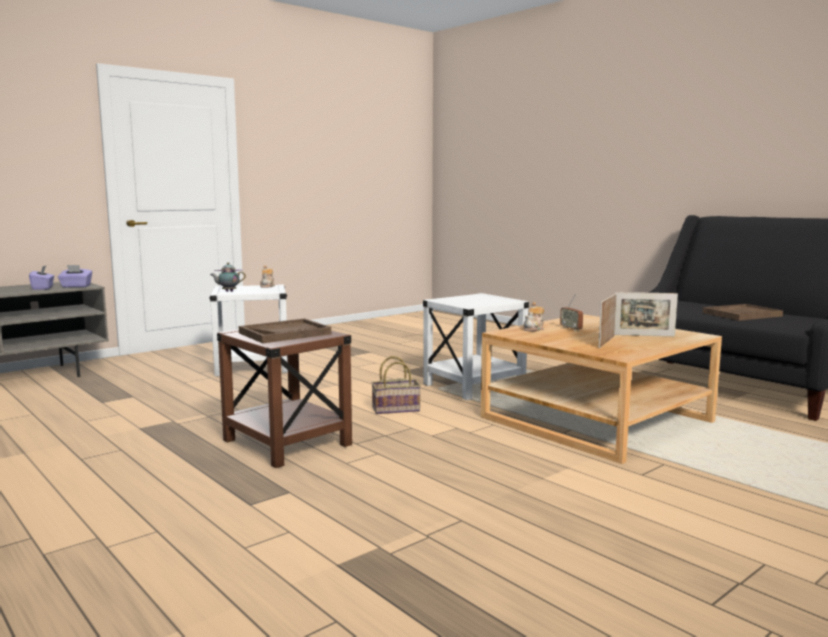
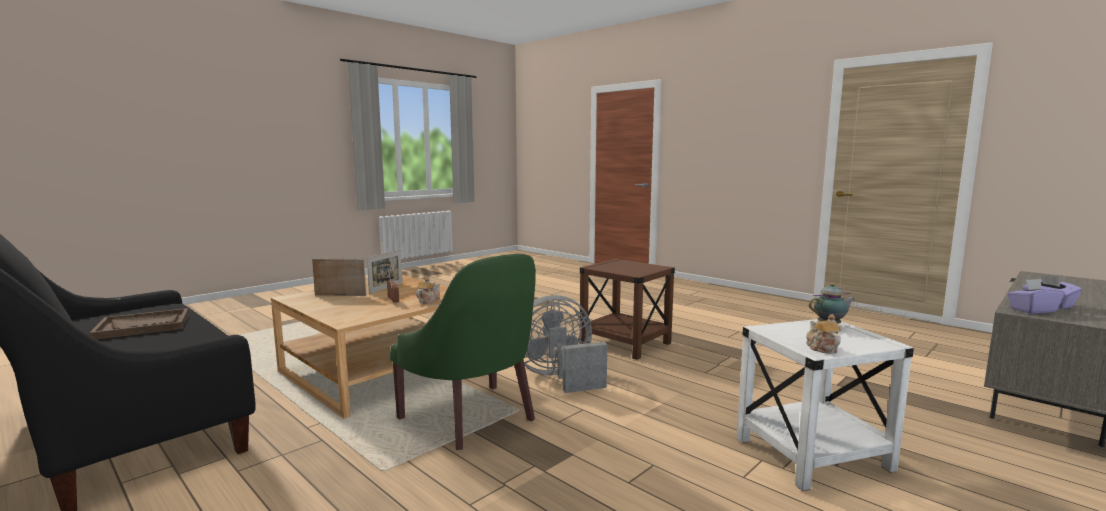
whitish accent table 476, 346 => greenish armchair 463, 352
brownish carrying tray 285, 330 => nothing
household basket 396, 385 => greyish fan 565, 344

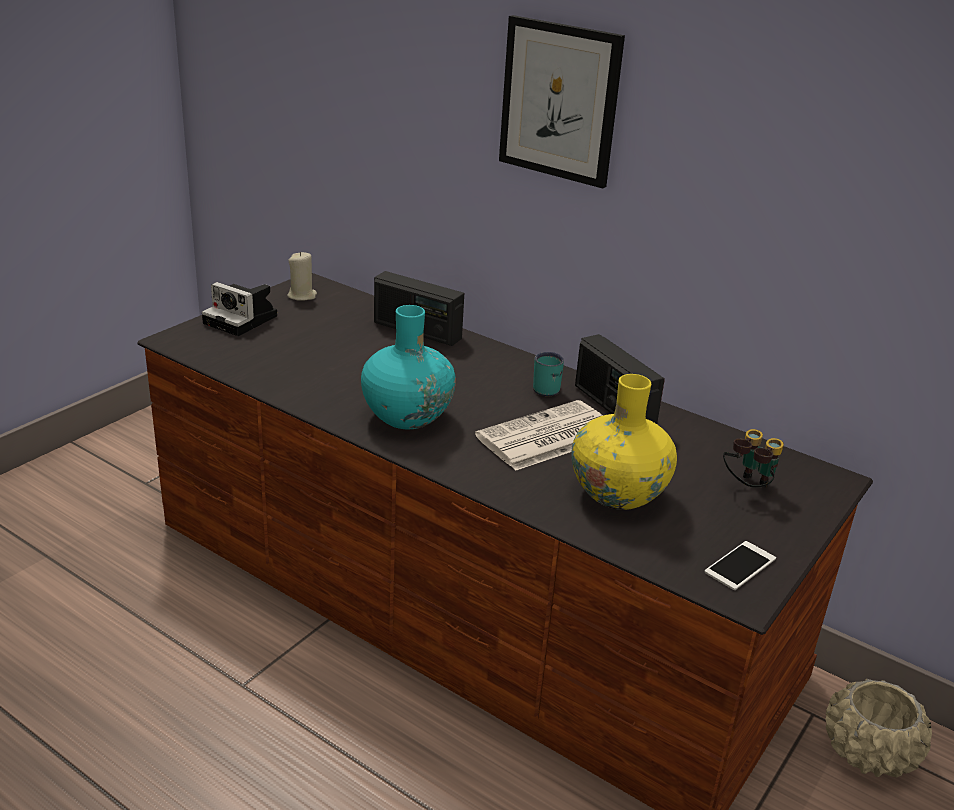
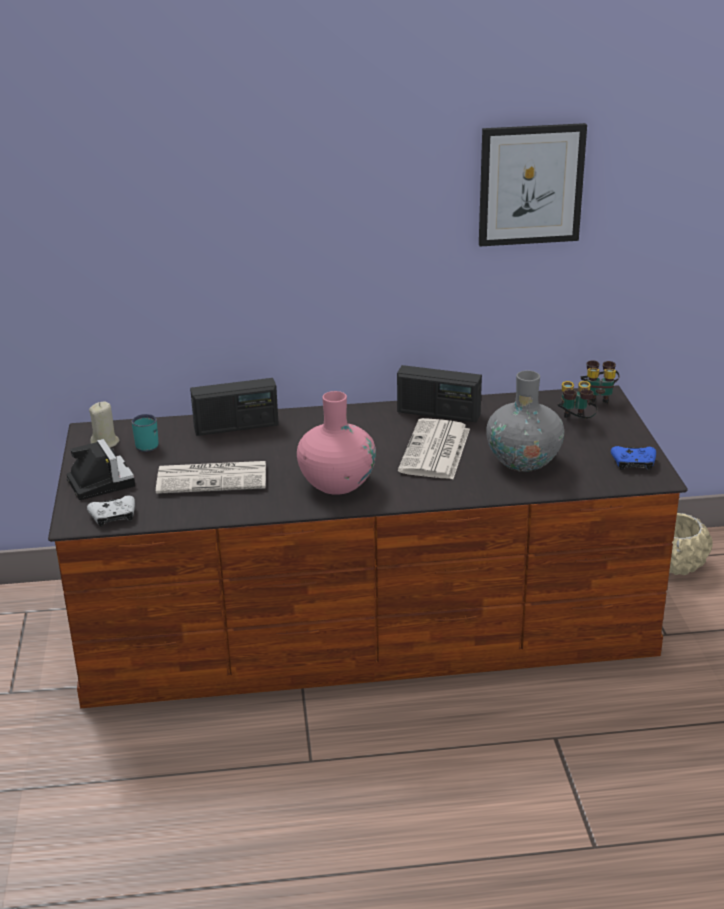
picture 562, 102 => picture 533, 184, moved
still camera 239, 309 => still camera 101, 469, 105 degrees counterclockwise
turquoise-coloured vase 408, 367 => pink-coloured vase 336, 443
turquoise-coloured mug 548, 374 => turquoise-coloured mug 145, 433, moved
yellowish vase 624, 442 => greyish vase 525, 421
telephone 740, 565 => blue-coloured joypad 633, 458
nothing => binoculars 600, 382
nothing => daily paper 211, 477
nothing => whitish joypad 111, 511

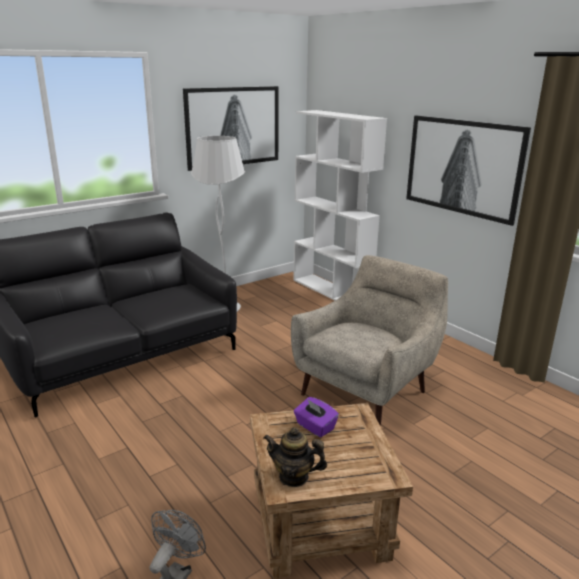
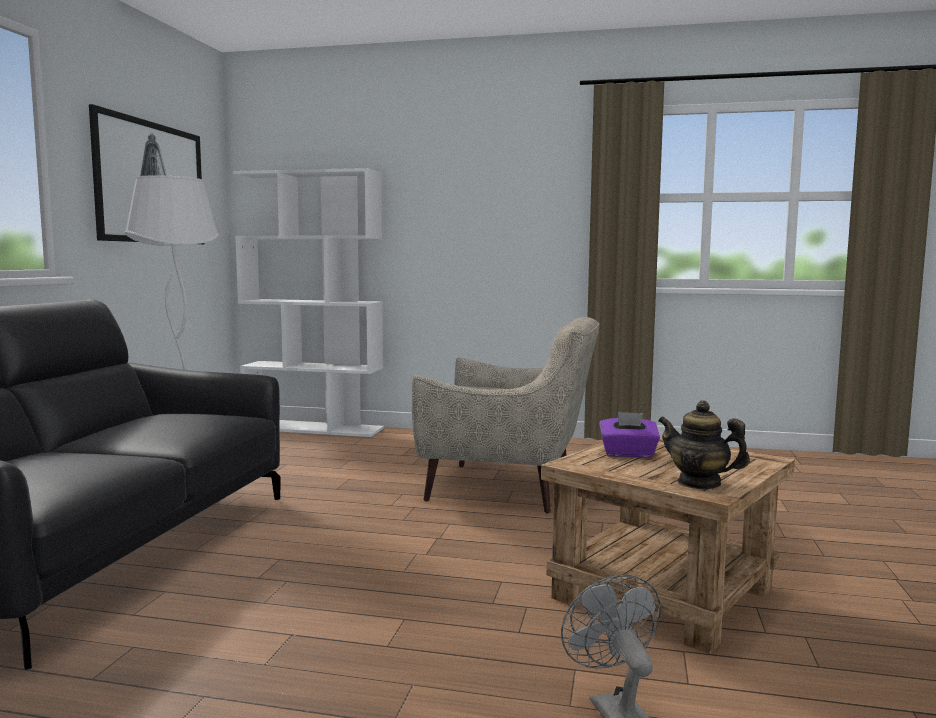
picture 468, 171 => nothing
sand-coloured armchair 369, 340 => sand-coloured armchair 506, 415, 105 degrees clockwise
pot for tea 295, 457 => pot for tea 704, 444, 60 degrees clockwise

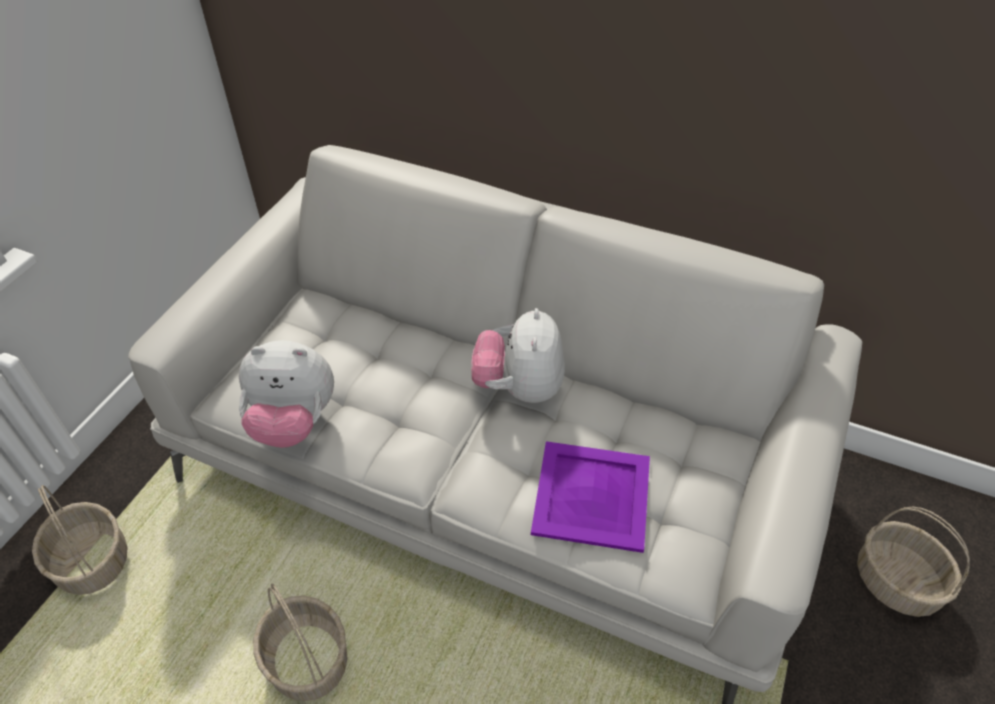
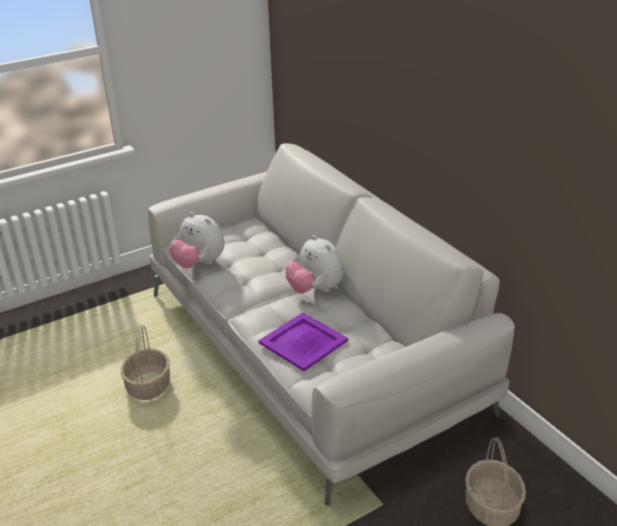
cuddly toy 518, 355 => cuddly toy 314, 264, 75 degrees counterclockwise
household basket 79, 540 => nothing

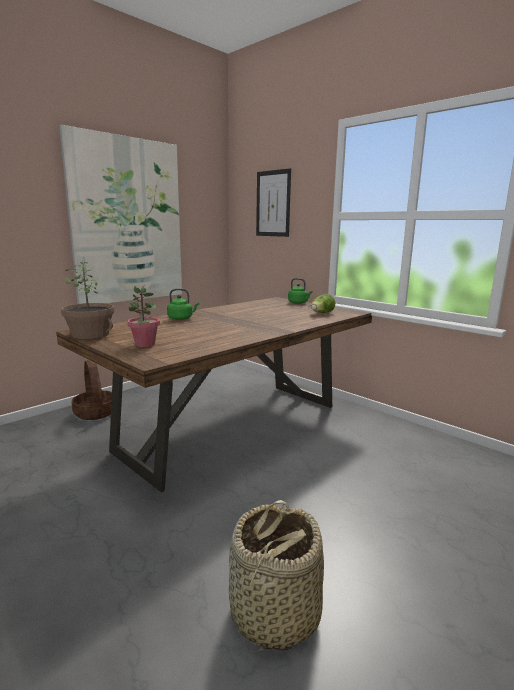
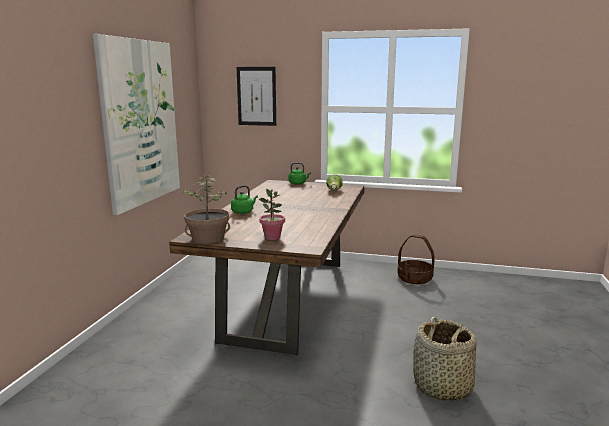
household basket 91, 390 => household basket 416, 259, moved

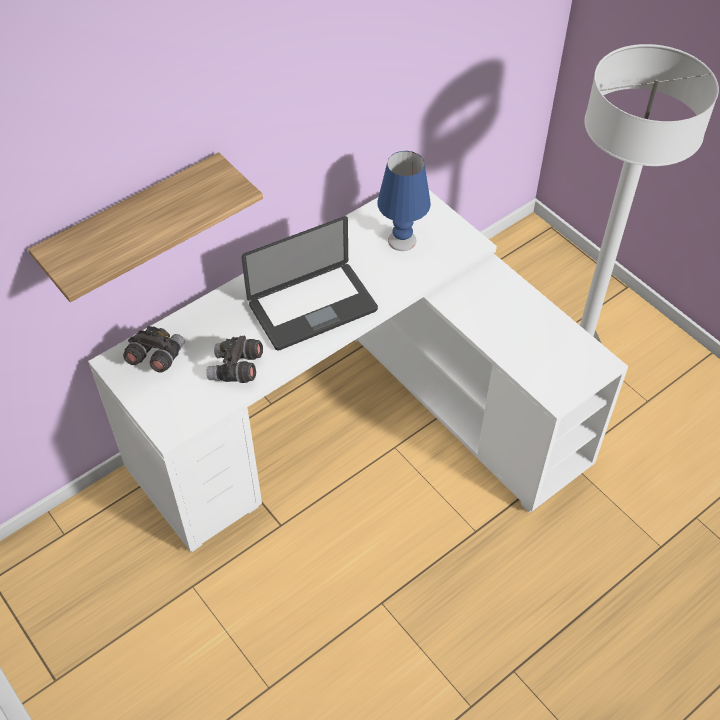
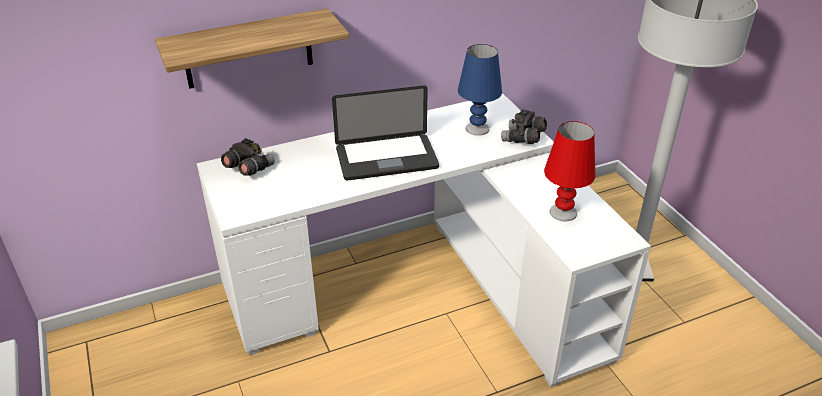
greyish binoculars 234, 359 => greyish binoculars 524, 126, moved
nothing => reddish lamp for a table 569, 171

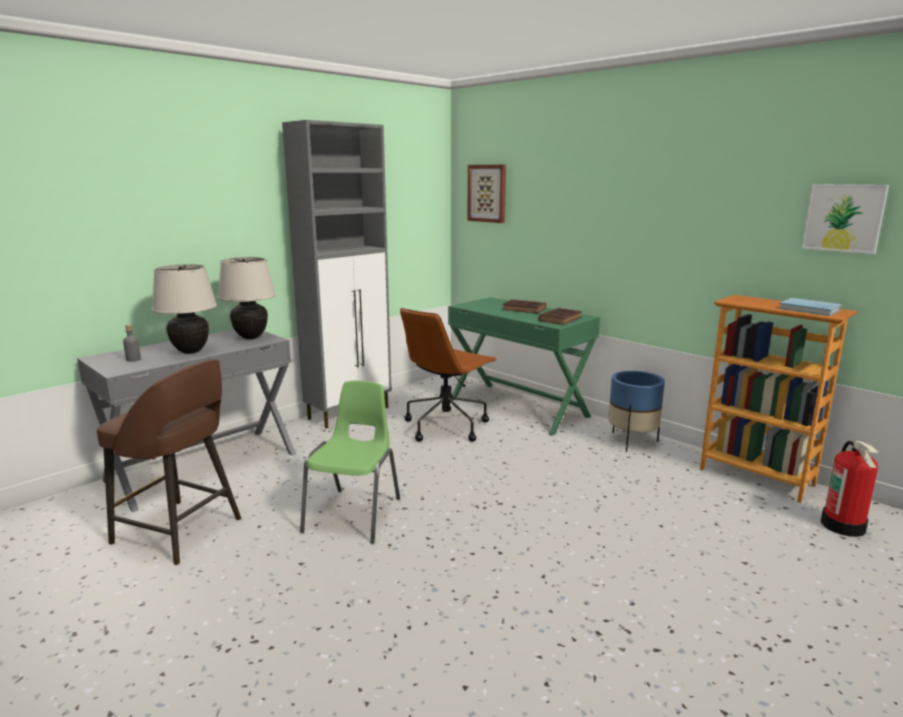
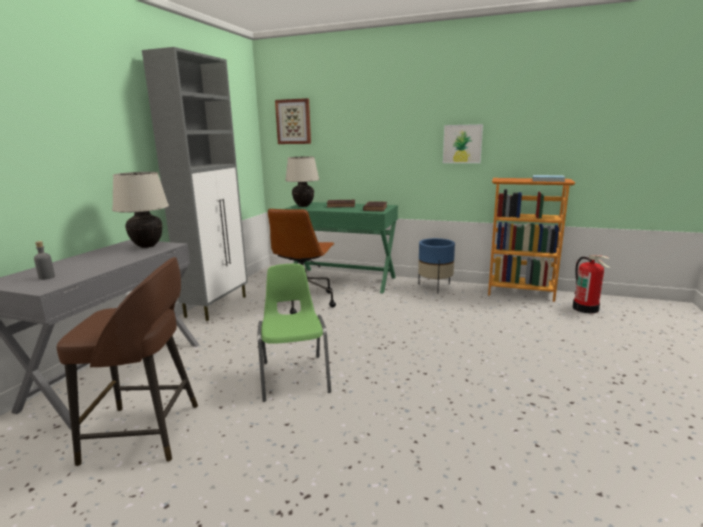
picture 845, 219 => picture 463, 143, moved
sand-coloured lamp for a table 184, 309 => sand-coloured lamp for a table 302, 181, moved

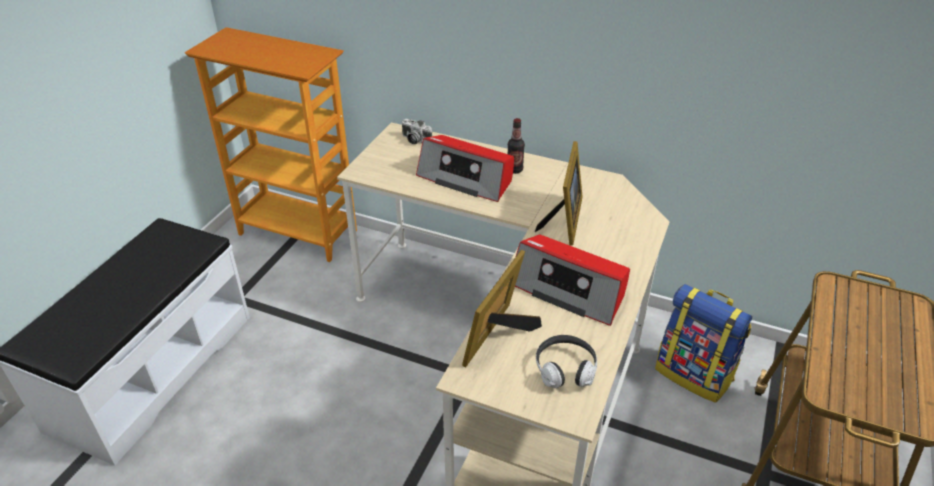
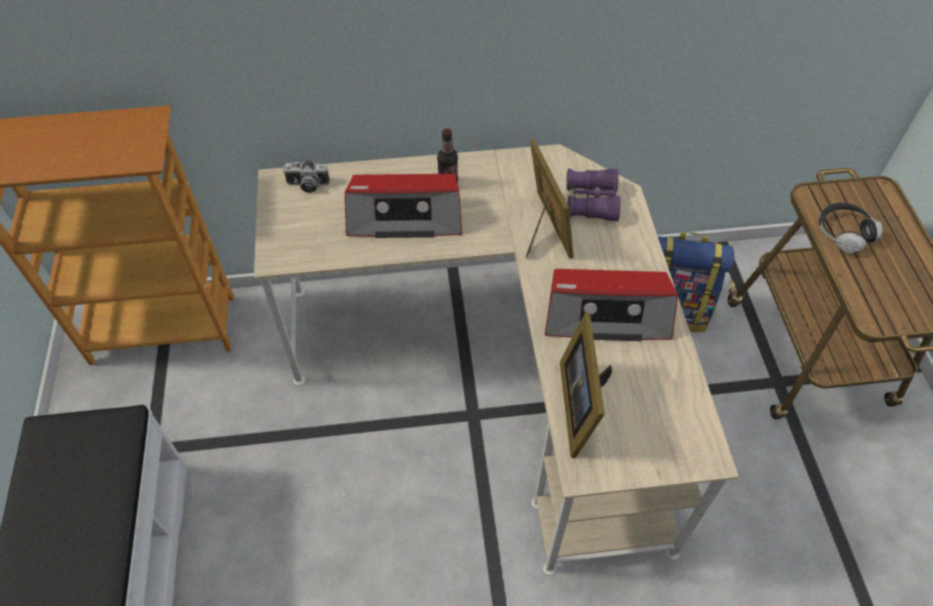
headphones 566, 361 => headphones 850, 228, moved
nothing => purplish binoculars 593, 195

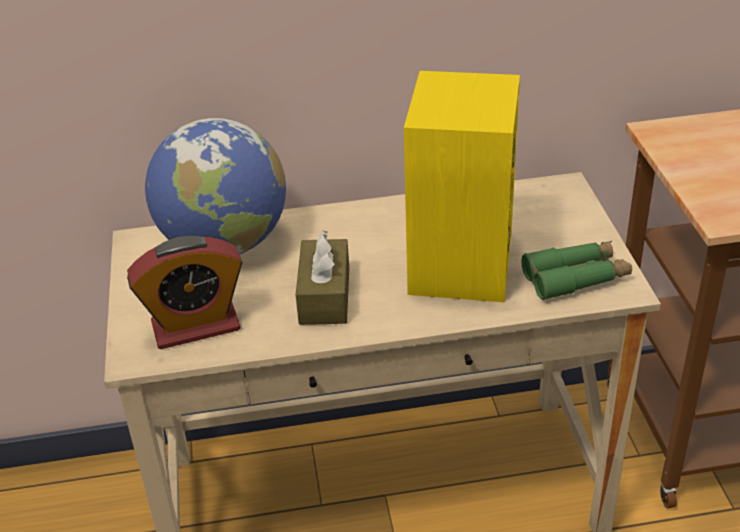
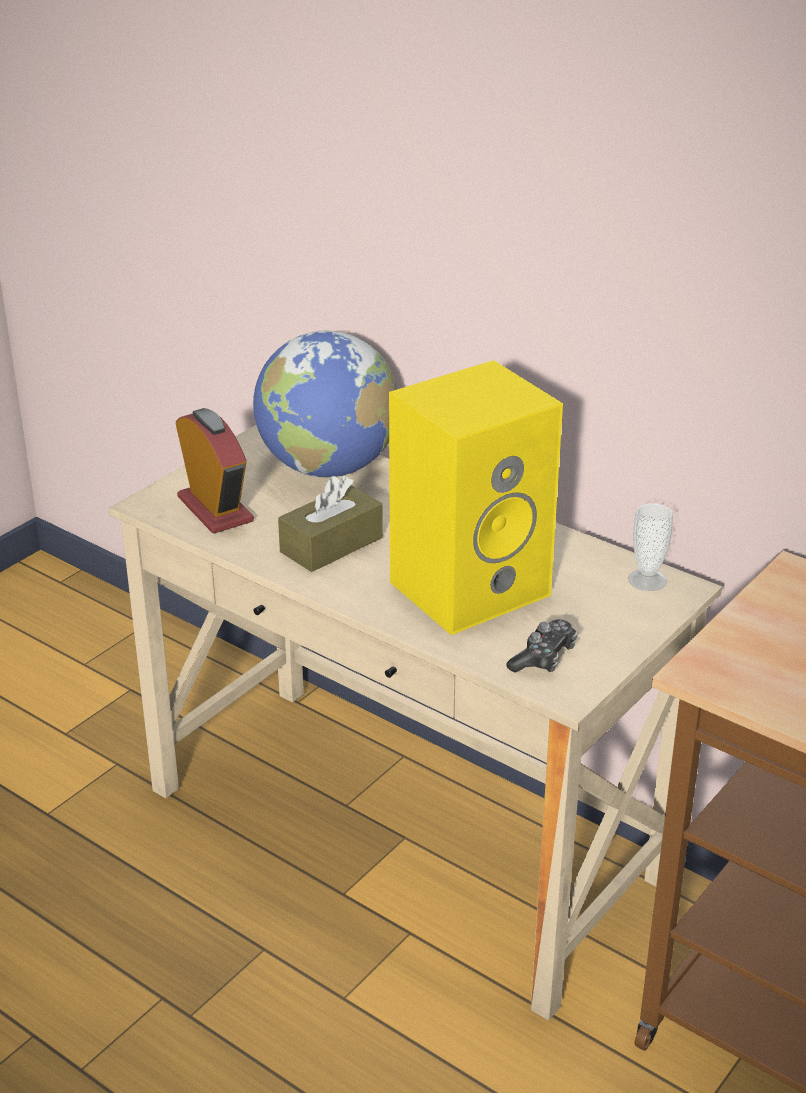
table clock 185, 292 => table clock 214, 471, 150 degrees counterclockwise
greenish binoculars 576, 270 => joypad 541, 646
nothing => cup 650, 547

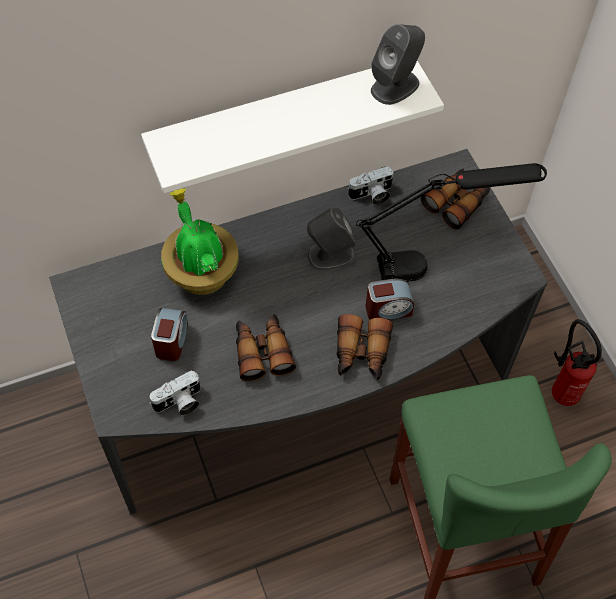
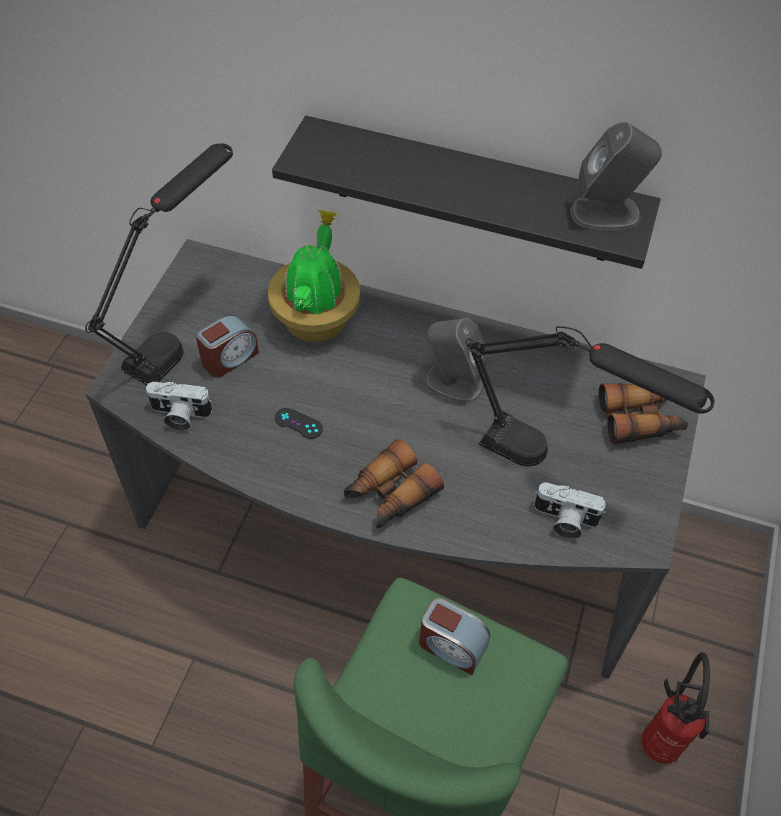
whitish bracket shelf 292, 127 => blackish bracket shelf 466, 192
still camera 371, 185 => still camera 570, 510, moved
table clock 389, 299 => table clock 454, 636, moved
binoculars 266, 347 => blackish joypad 299, 423
nothing => blackish lamp for a table 159, 264

